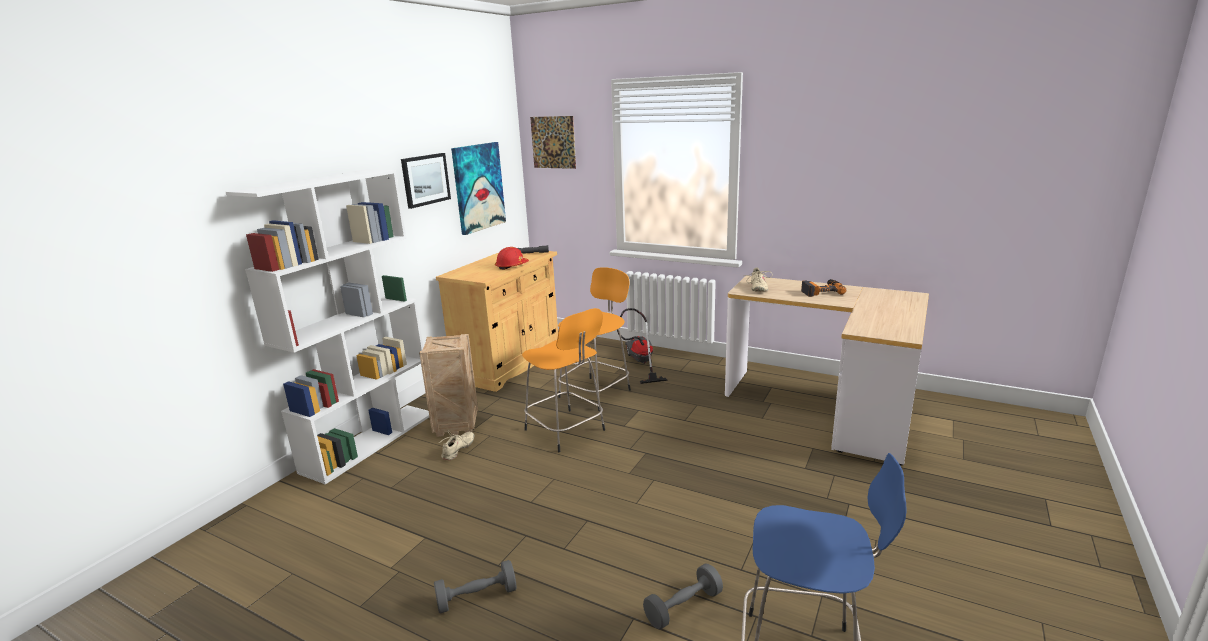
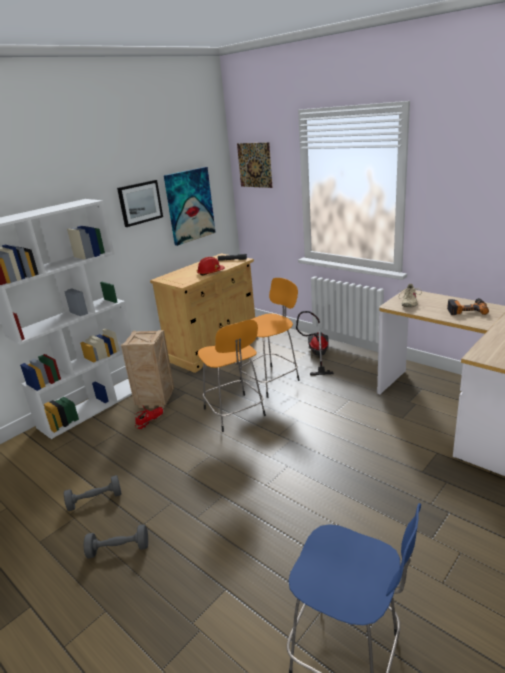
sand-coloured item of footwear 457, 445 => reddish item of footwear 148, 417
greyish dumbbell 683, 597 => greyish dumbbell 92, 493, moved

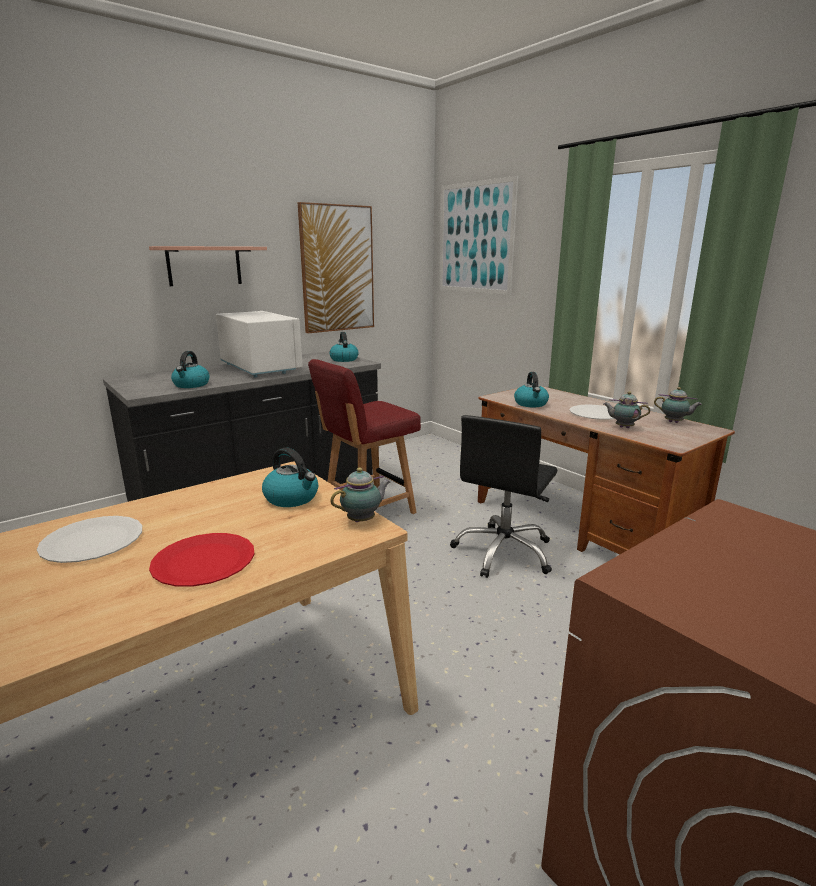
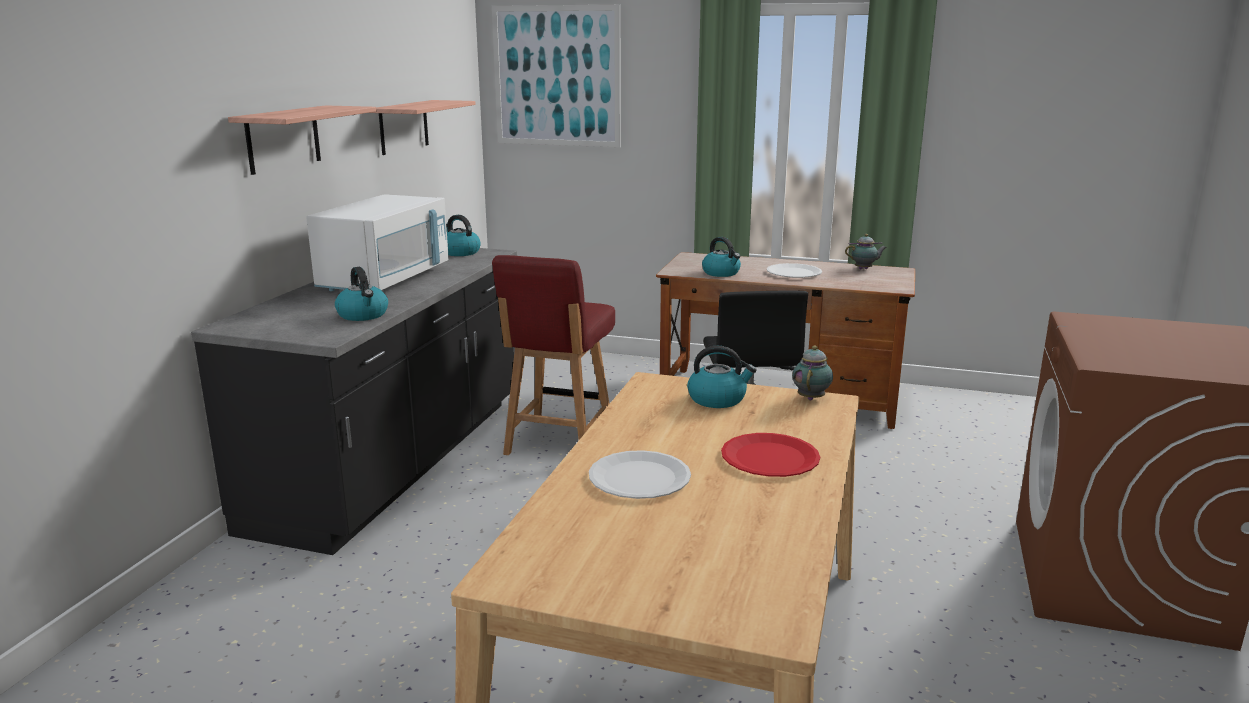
picture 336, 267 => bracket shelf 423, 127
whitish microwave 259, 344 => whitish microwave 377, 242, 90 degrees clockwise
pot for tea 627, 409 => nothing

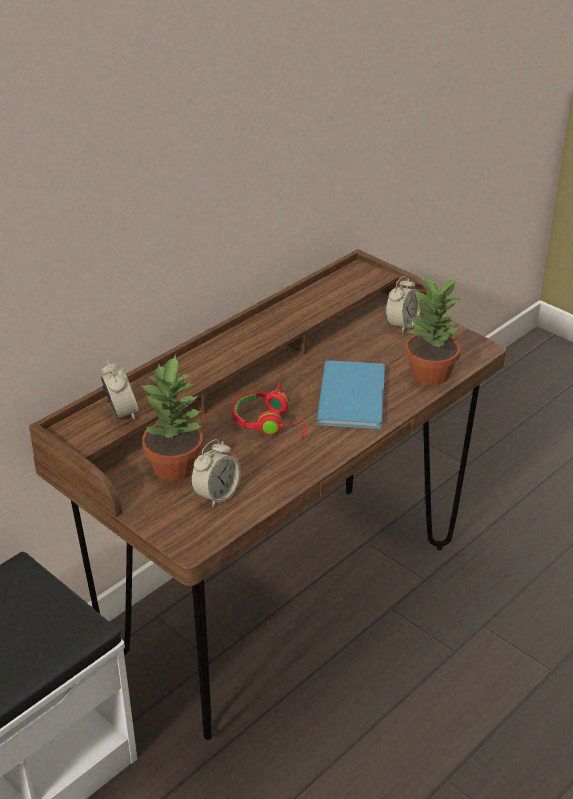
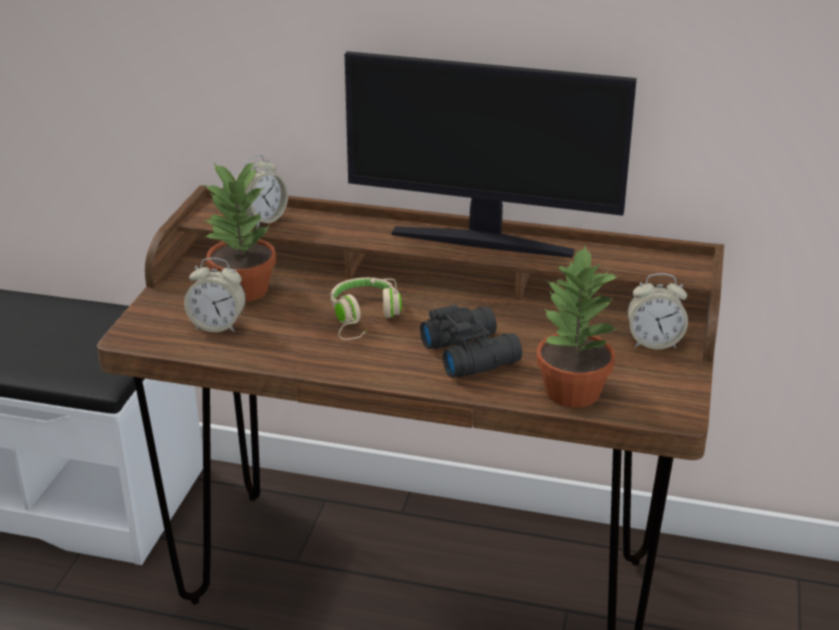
blue-coloured bound book 351, 394 => blackish binoculars 471, 341
reddish headphones 270, 410 => sand-coloured headphones 366, 308
nothing => computer display 491, 154

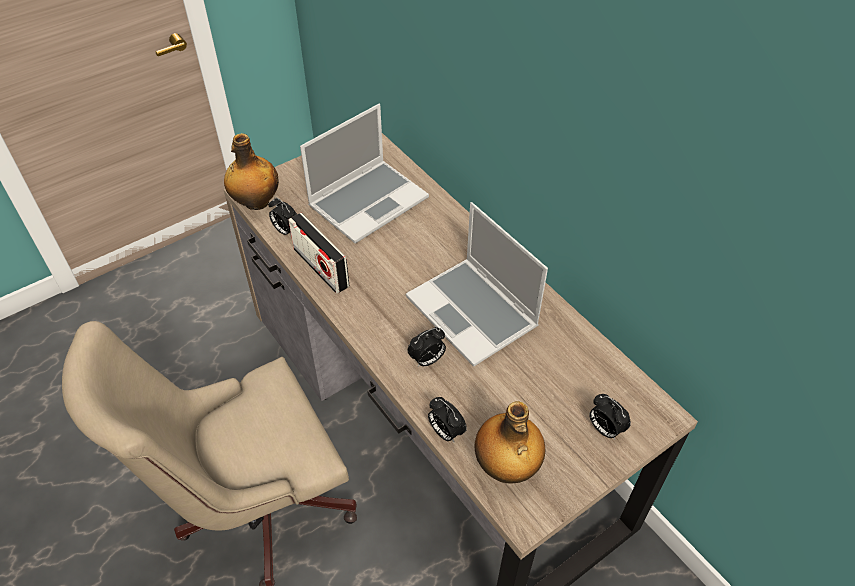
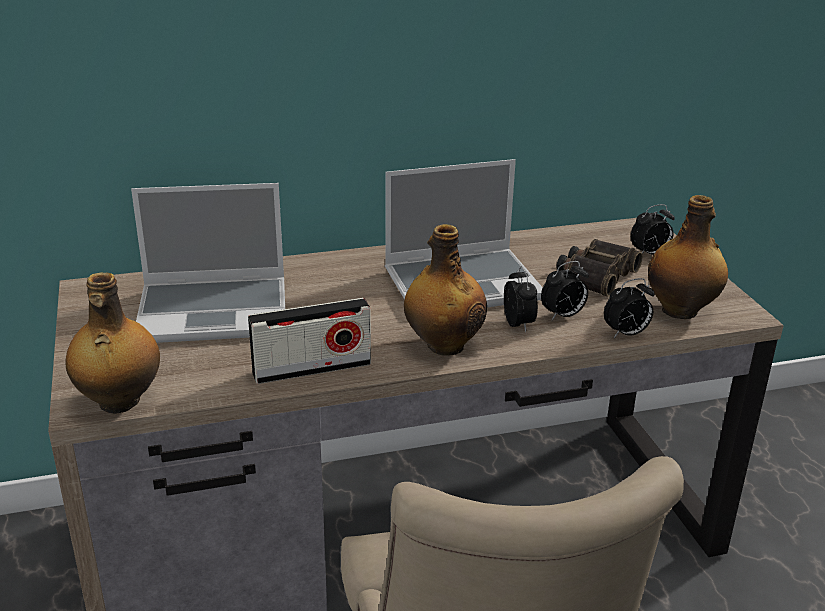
notebook computer 364, 174 => notebook computer 208, 263, 105 degrees clockwise
table clock 282, 216 => table clock 565, 290, moved
nothing => bottle 445, 290
nothing => binoculars 599, 268

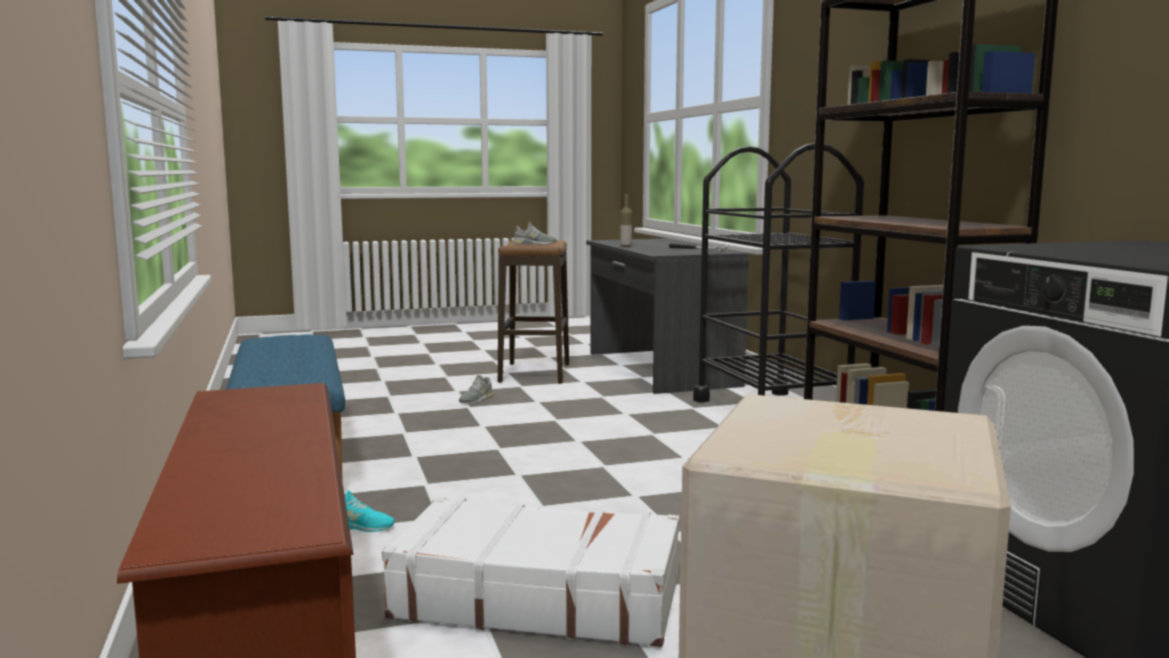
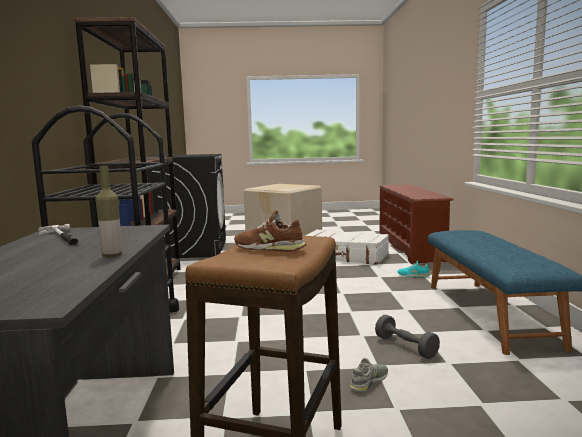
greyish item of footwear 535, 233 => brownish item of footwear 270, 230
nothing => greyish dumbbell 407, 337

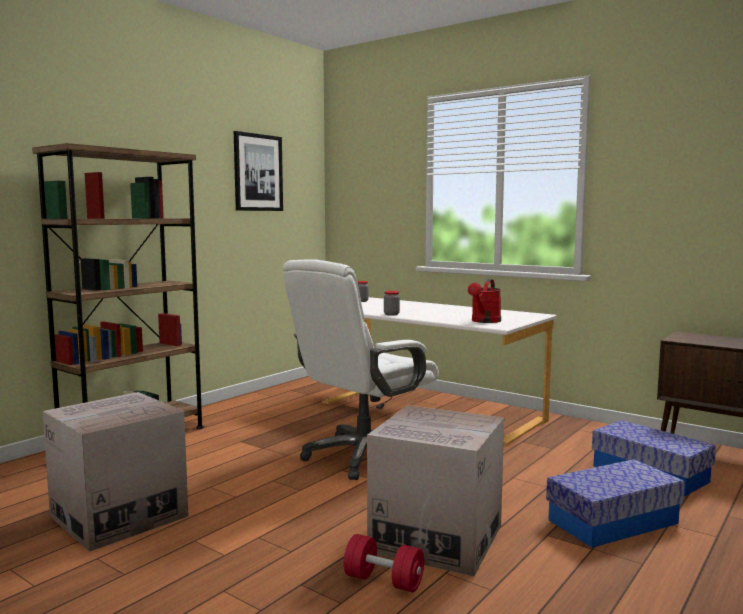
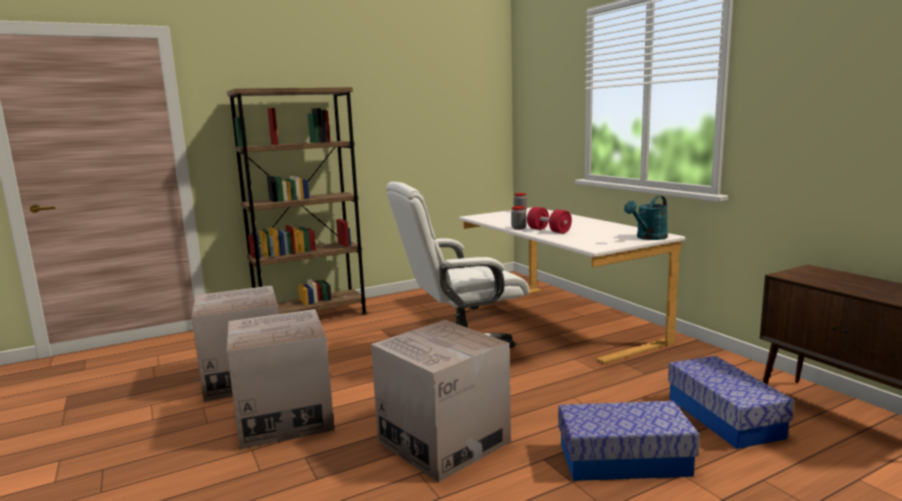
picture 258, 171 => nothing
reddish watering can 484, 301 => nothing
reddish dumbbell 384, 563 => reddish dumbbell 549, 220, moved
nothing => turquoise-coloured watering can 646, 218
nothing => carton 281, 379

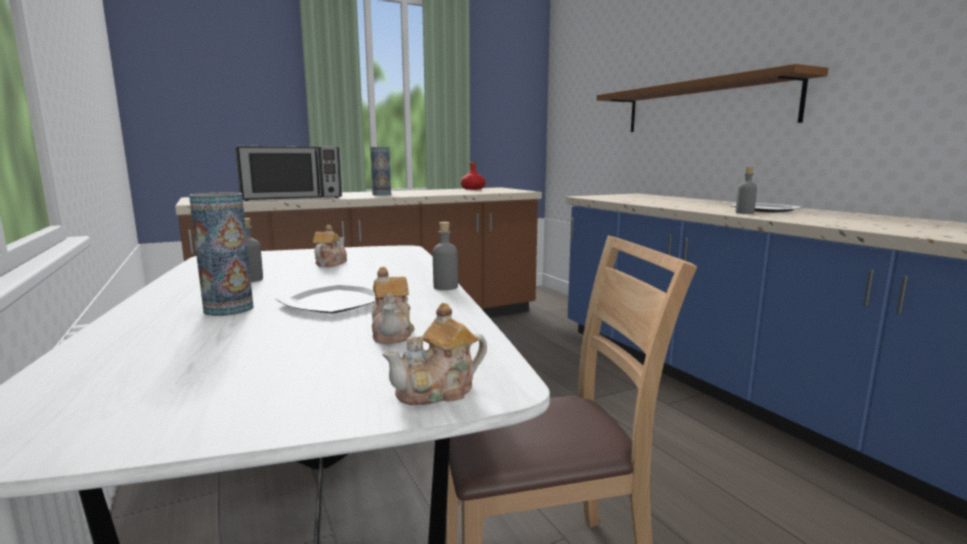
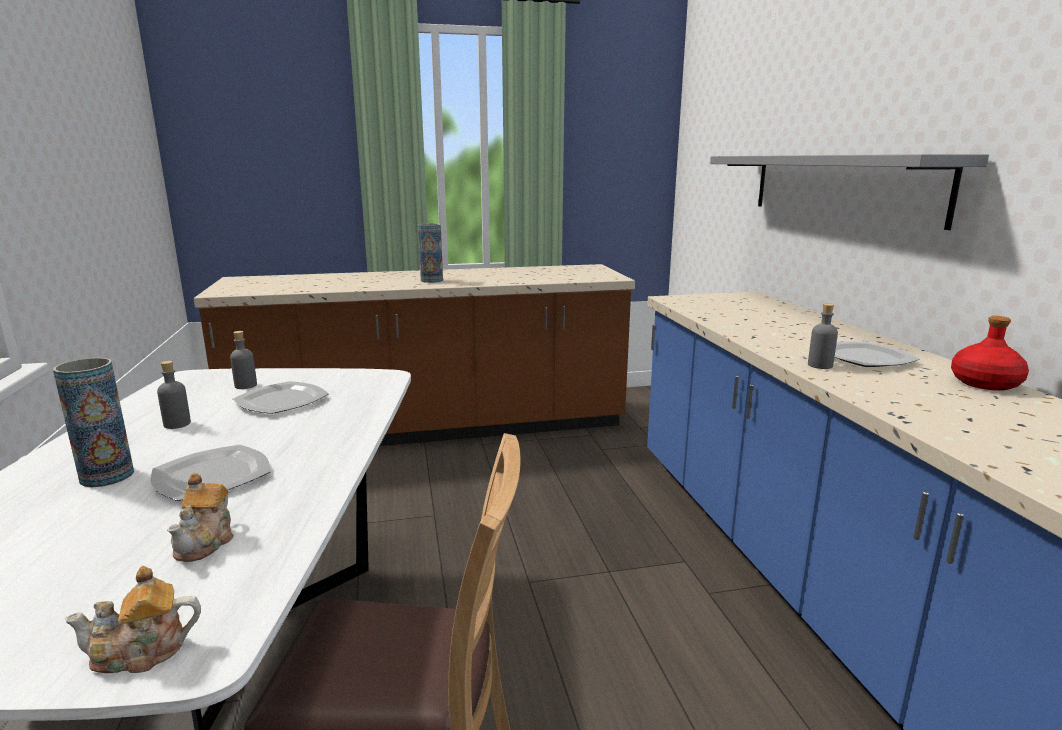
brownish bracket shelf 712, 98 => greyish bracket shelf 849, 192
microwave 288, 173 => nothing
reddish bottle 473, 176 => reddish bottle 990, 353, moved
greyish bottle 445, 256 => greyish bottle 243, 360, moved
pot for tea 330, 246 => flat dish 281, 397

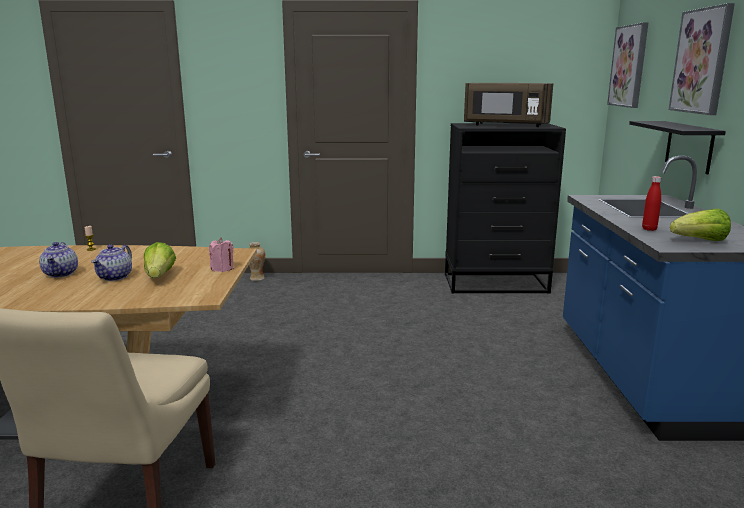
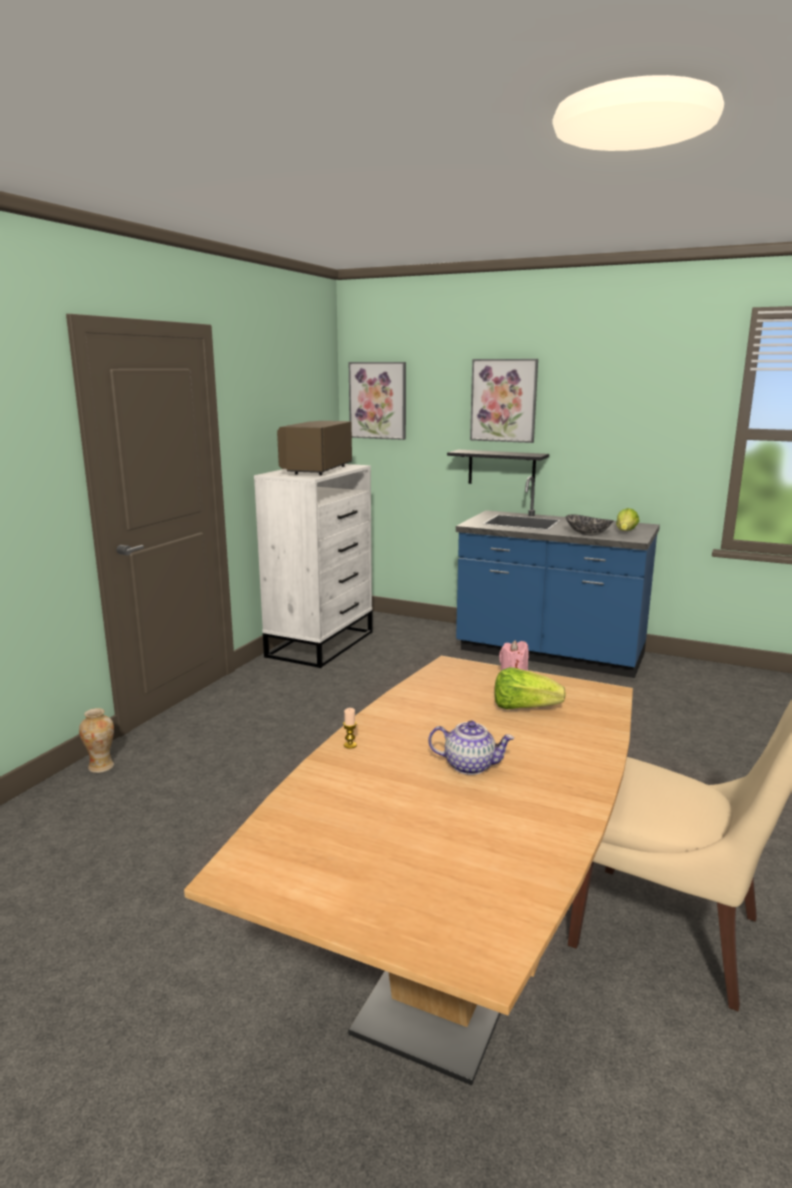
brownish microwave 508, 105 => brownish microwave 314, 448, 150 degrees clockwise
blackish dresser 505, 208 => whitish dresser 313, 566
reddish bottle 651, 203 => deep dish 589, 524
pot for tea 111, 263 => nothing

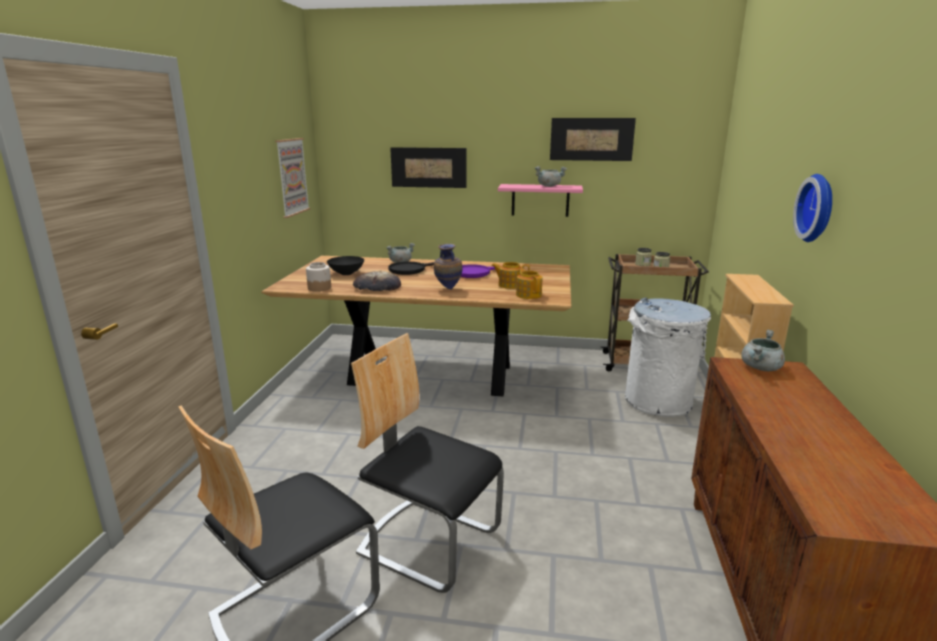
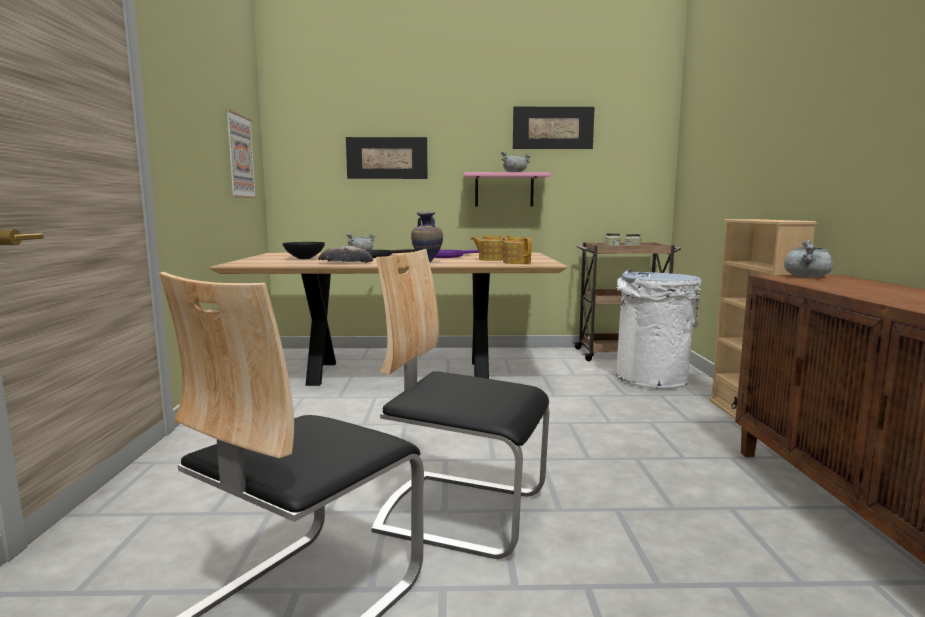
wall clock 812, 208 => nothing
preserve jar 318, 277 => nothing

